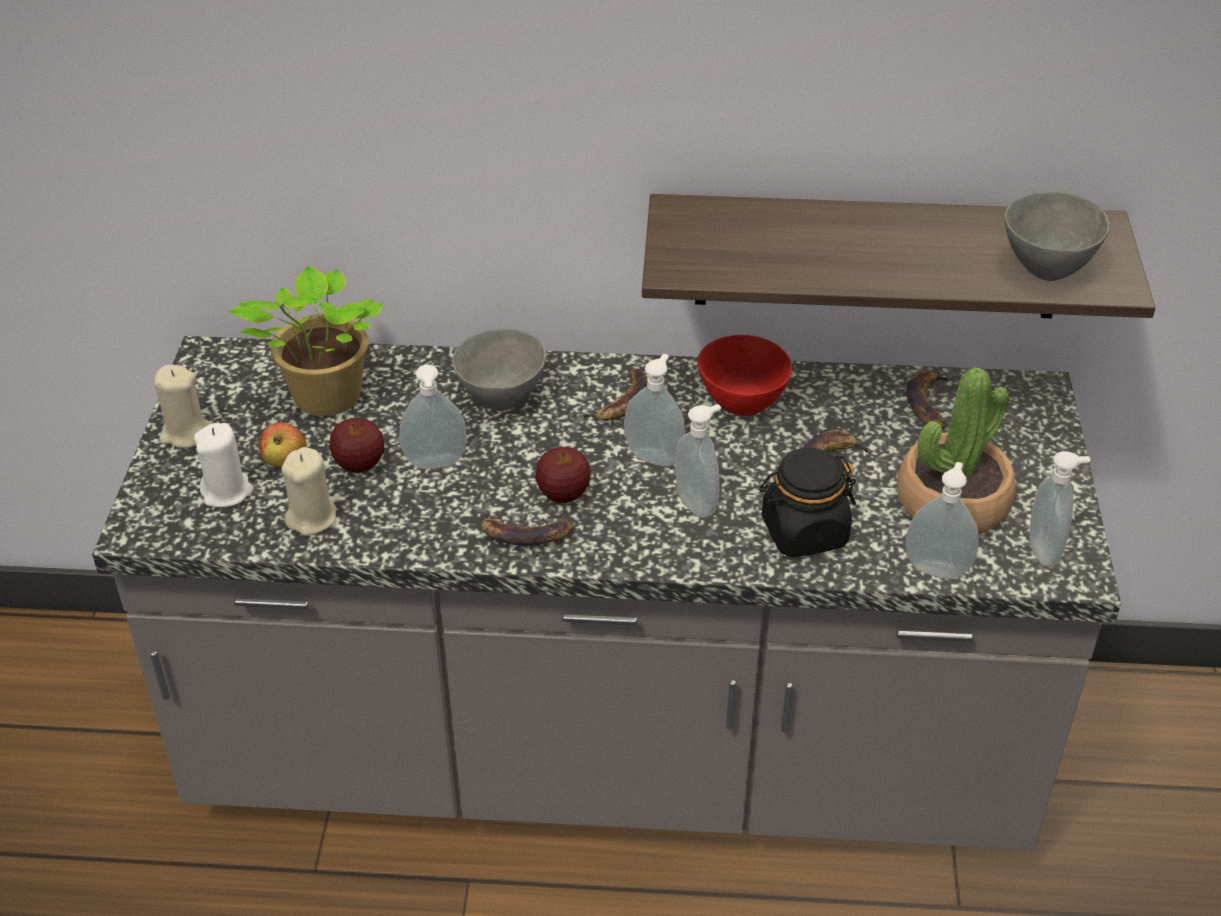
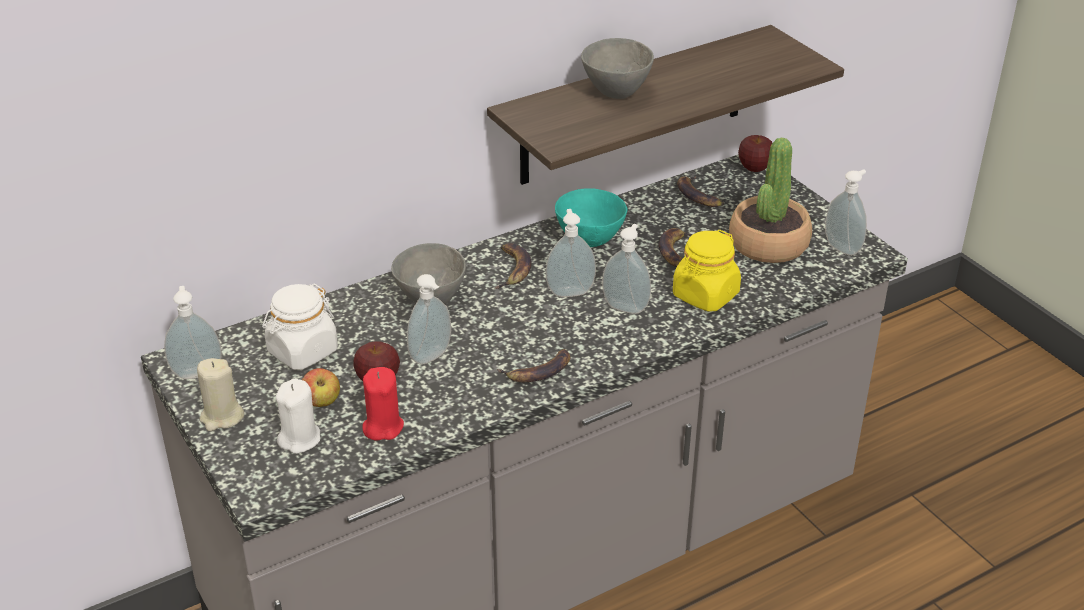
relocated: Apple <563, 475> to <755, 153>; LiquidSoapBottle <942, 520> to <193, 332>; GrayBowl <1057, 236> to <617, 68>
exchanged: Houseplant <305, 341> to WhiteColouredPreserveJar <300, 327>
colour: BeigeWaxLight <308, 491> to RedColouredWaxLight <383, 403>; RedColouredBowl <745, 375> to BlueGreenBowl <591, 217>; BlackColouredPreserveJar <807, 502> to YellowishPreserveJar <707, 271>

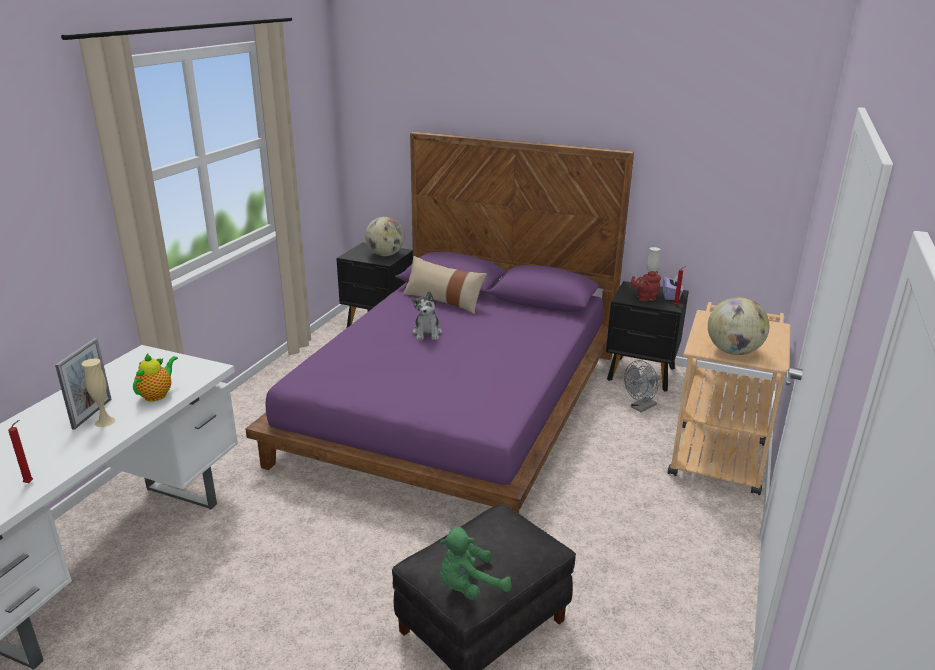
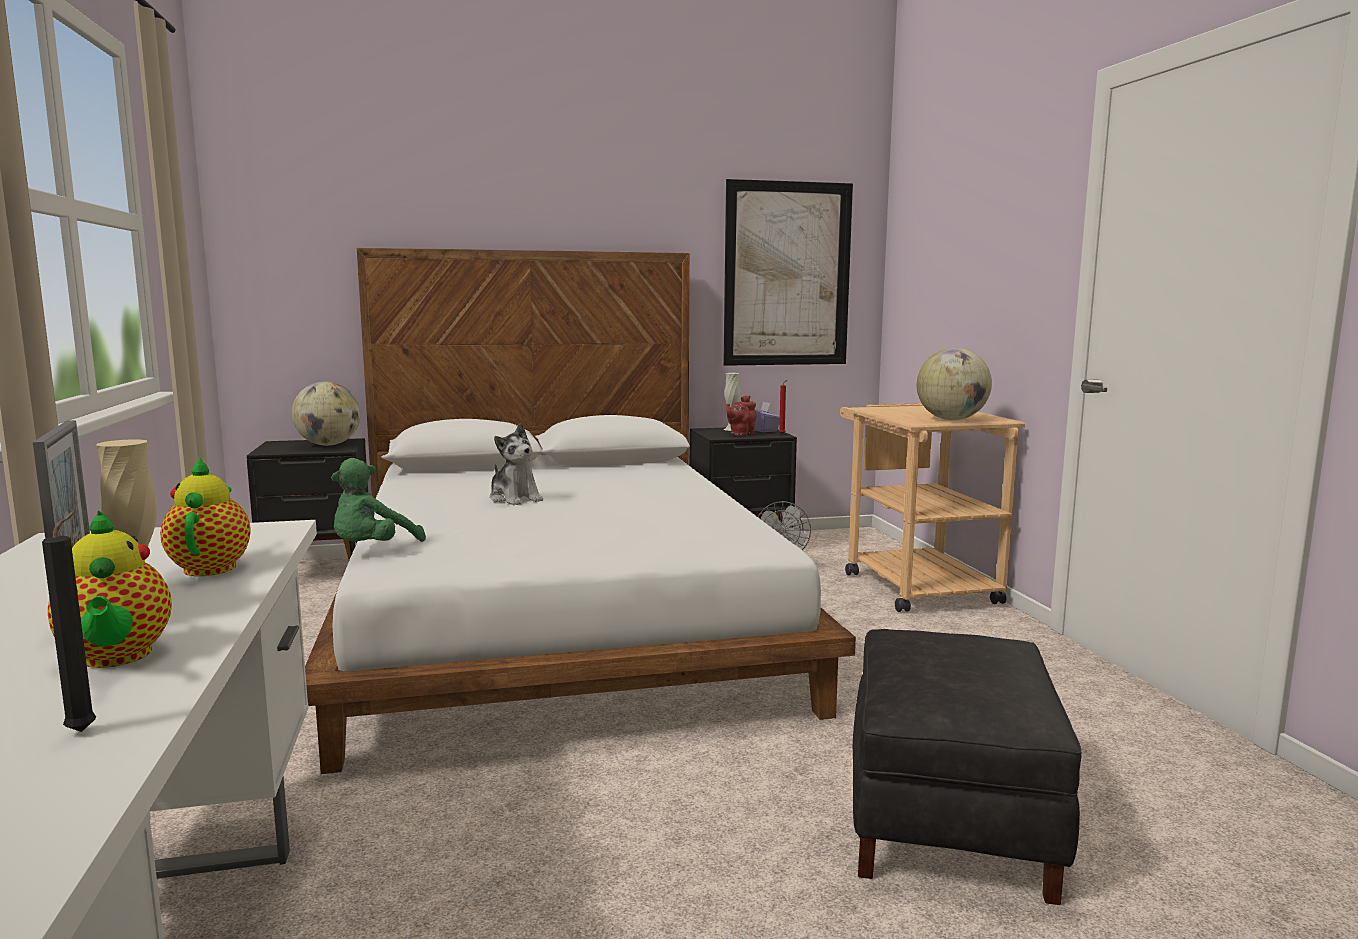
missing: BeigeThrowPillow <445, 285>
appeared: Teapot <110, 589>; WallArt <788, 272>
relocated: GreenColouredCuddlyToy <476, 563> to <378, 500>
colour: RedColouredWaxLight <20, 451> to BlackColouredWaxLight <69, 621>; PurpleColouredBedroomBed <439, 322> to WhiteColouredBedroomBed <580, 511>

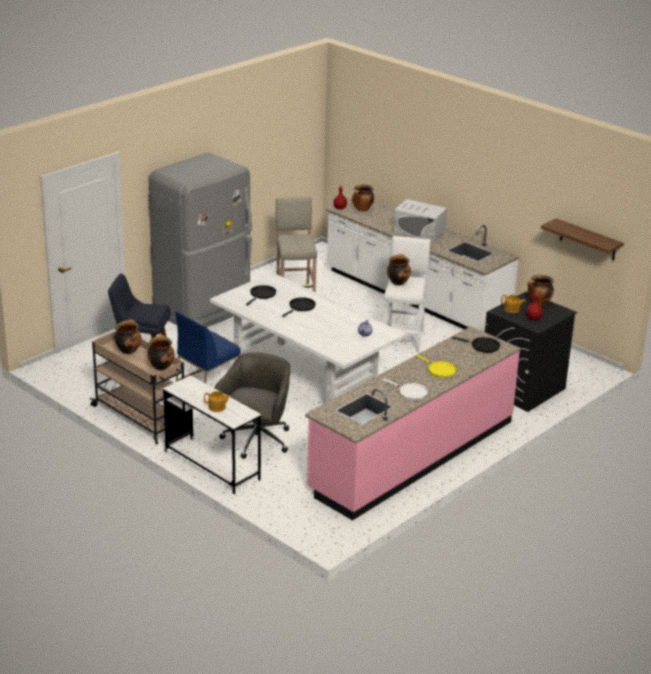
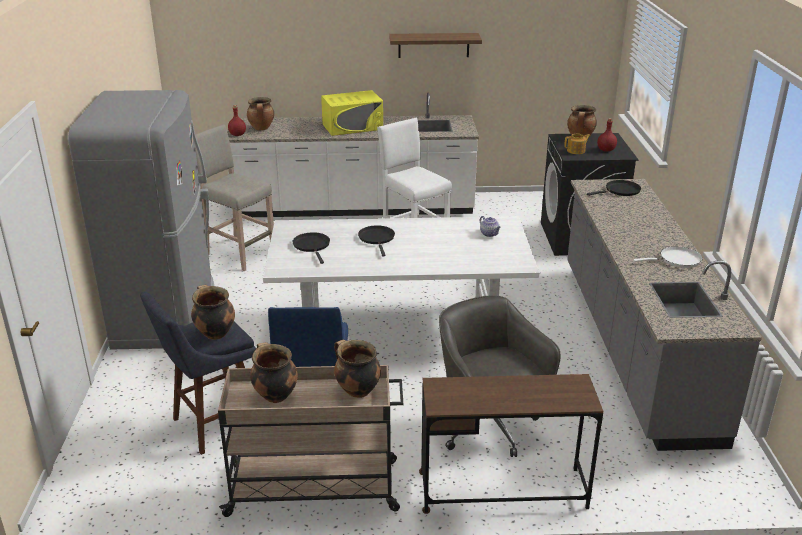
missing: Teapot <217, 401>; YellowishSkillet <436, 366>
relocated: CookingPot <399, 270> to <213, 312>; BracketShelf <582, 239> to <435, 45>
colour: WhiteColouredDeskTable <212, 434> to BrownishDeskTable <511, 444>; PinkishKitchenCounter <413, 423> to GrayKitchenCounter <664, 315>; WhiteColouredMicrowave <420, 220> to YellowishMicrowave <352, 113>

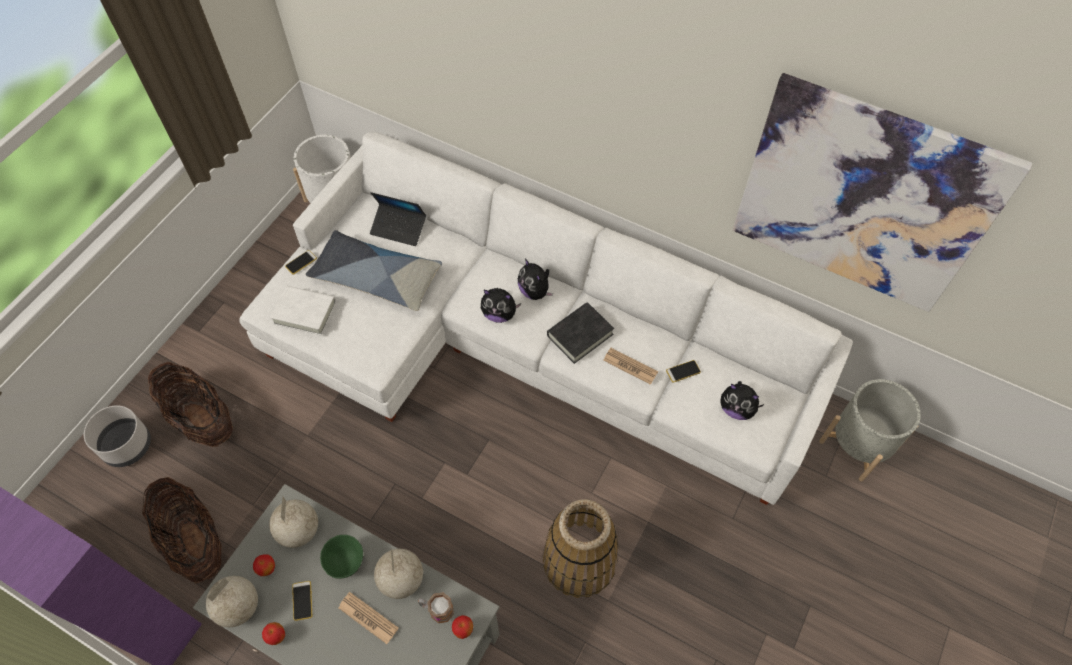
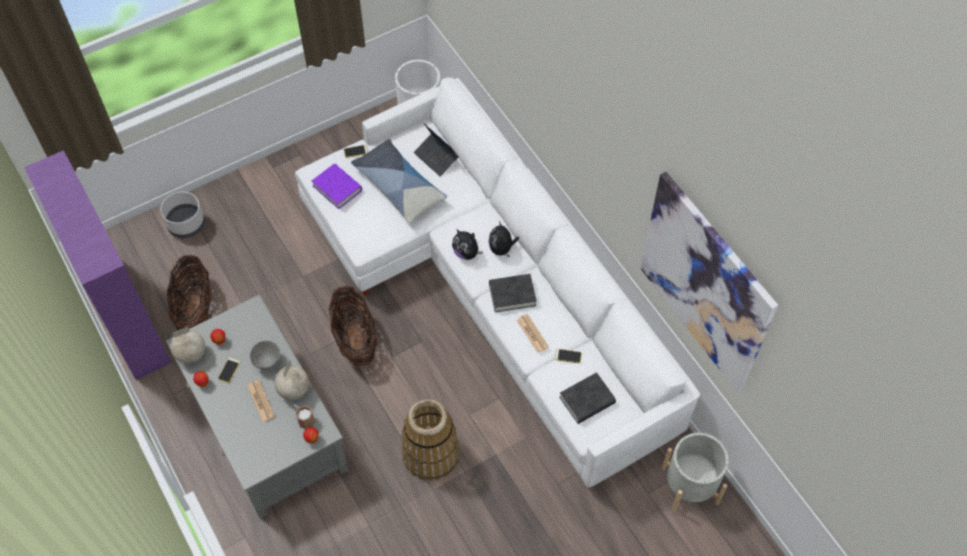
missing: Globe <293, 522>
relocated: StorageBasket <190, 404> to <353, 326>
exchanged: CuddlyToy <742, 400> to BlackColouredBoundBook <587, 398>
colour: WhiteColouredBoundBook <303, 310> to PurpleColouredBoundBook <337, 186>; GreenColouredBowl <341, 557> to GrayBowl <265, 355>

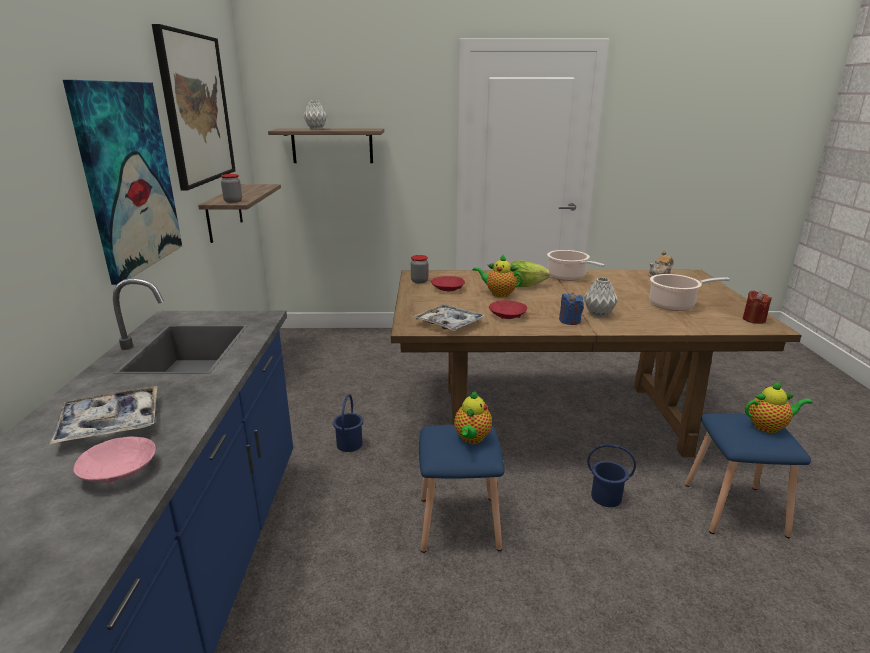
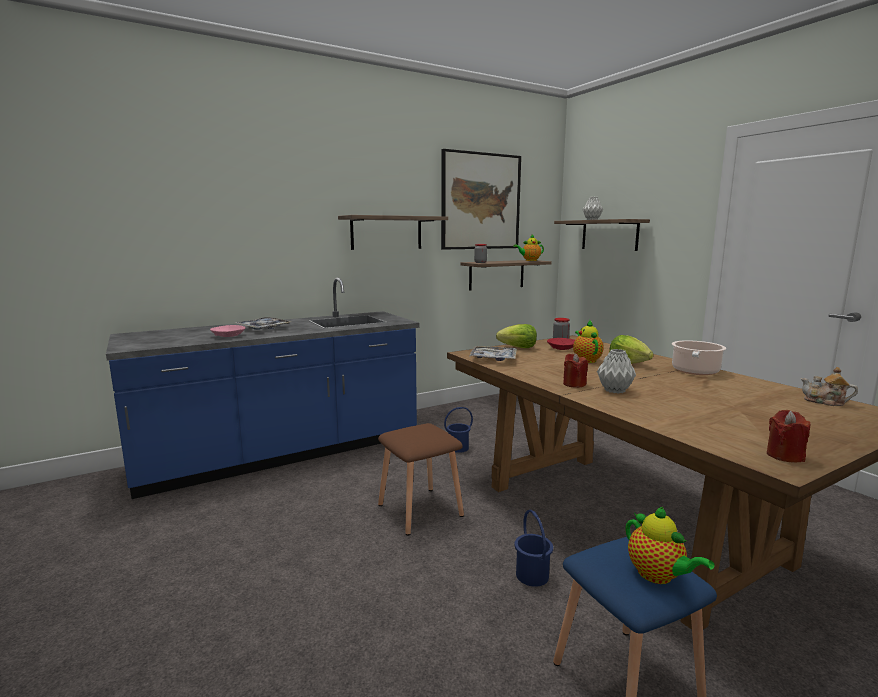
missing: RedColouredBowl <508, 309>; CookingPot <689, 292>
appeared: Lettuce <516, 336>
relocated: Teapot <473, 417> to <529, 247>
exchanged: WallArt <122, 182> to BracketShelf <393, 232>
colour: BlueColouredStoolSeat <462, 489> to BrownishStoolSeat <421, 479>; BlueColouredWaxLight <571, 308> to RedColouredWaxLight <575, 370>

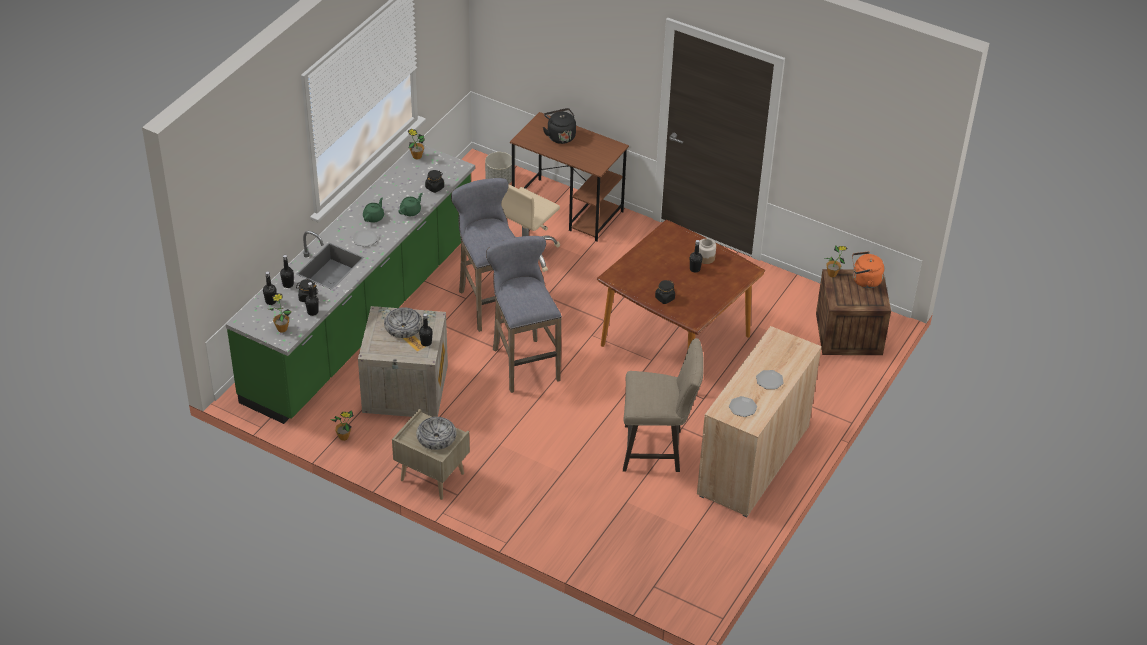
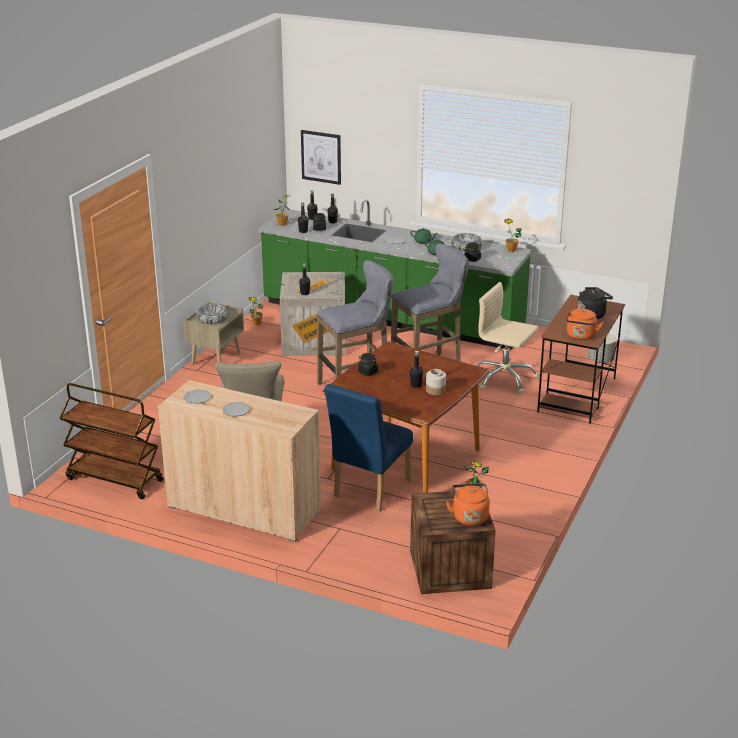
appeared: BrownishWheeledCart <111, 441>; WallArt <321, 157>; BlueColouredChair <368, 447>; OrangeColouredTeaKettle <585, 324>
relocated: Bowl <403, 322> to <467, 242>

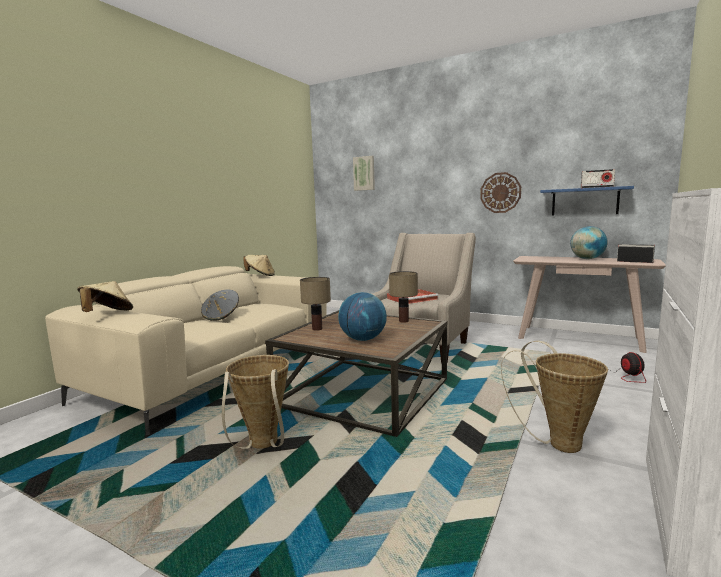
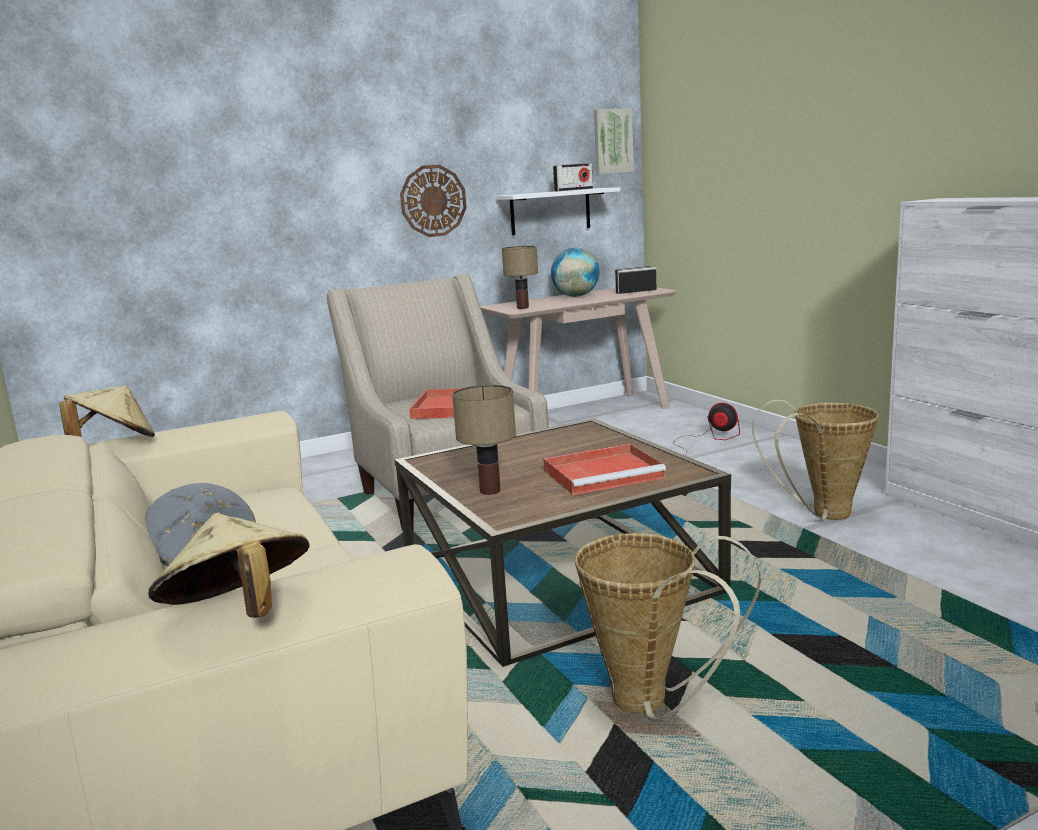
relocated: WallArt <364, 173> to <614, 141>; TabletopLamp <403, 297> to <520, 277>
exchanged: Globe <362, 316> to RedColouredCarryingTray <604, 469>
colour: BlueColouredBracketShelf <587, 200> to WhiteColouredBracketShelf <558, 211>

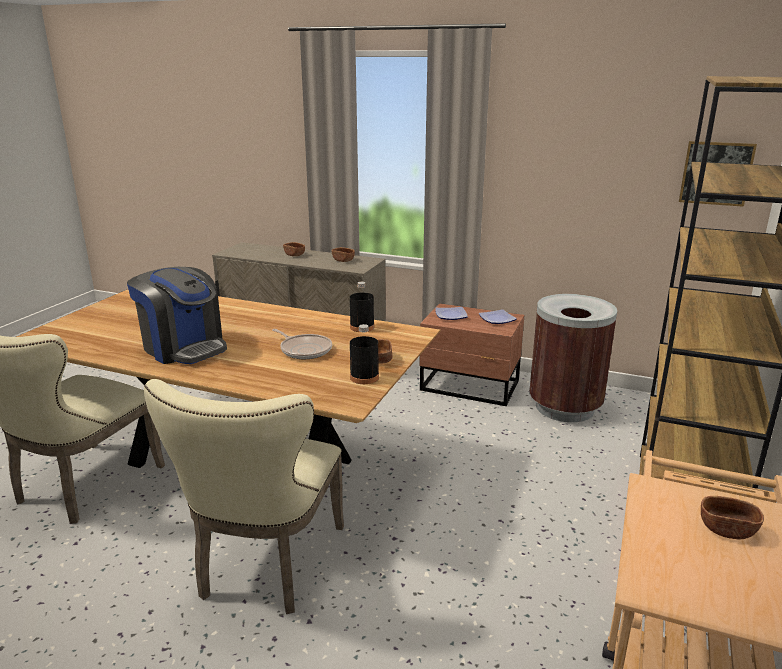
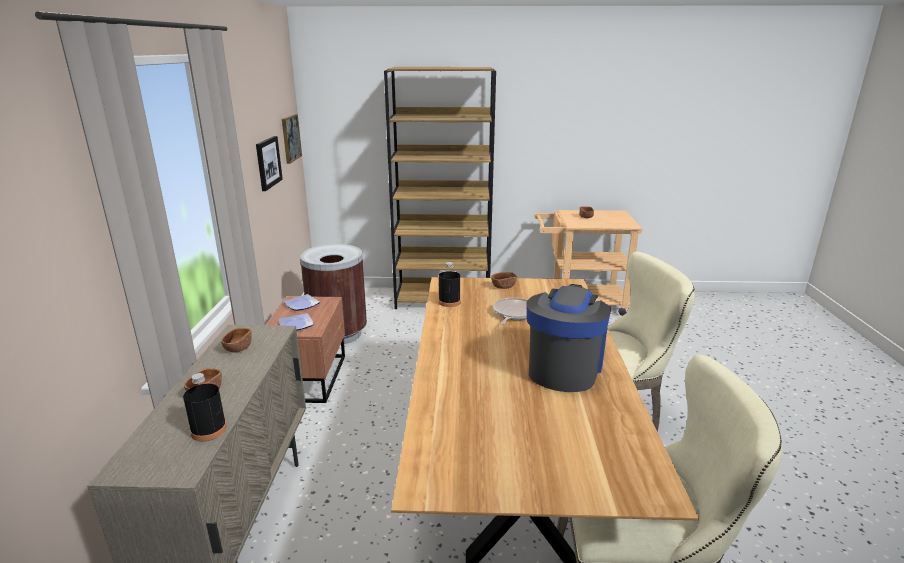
appeared: WallArt <269, 163>
relocated: BlackColouredBeverageBottle <364, 354> to <205, 407>

